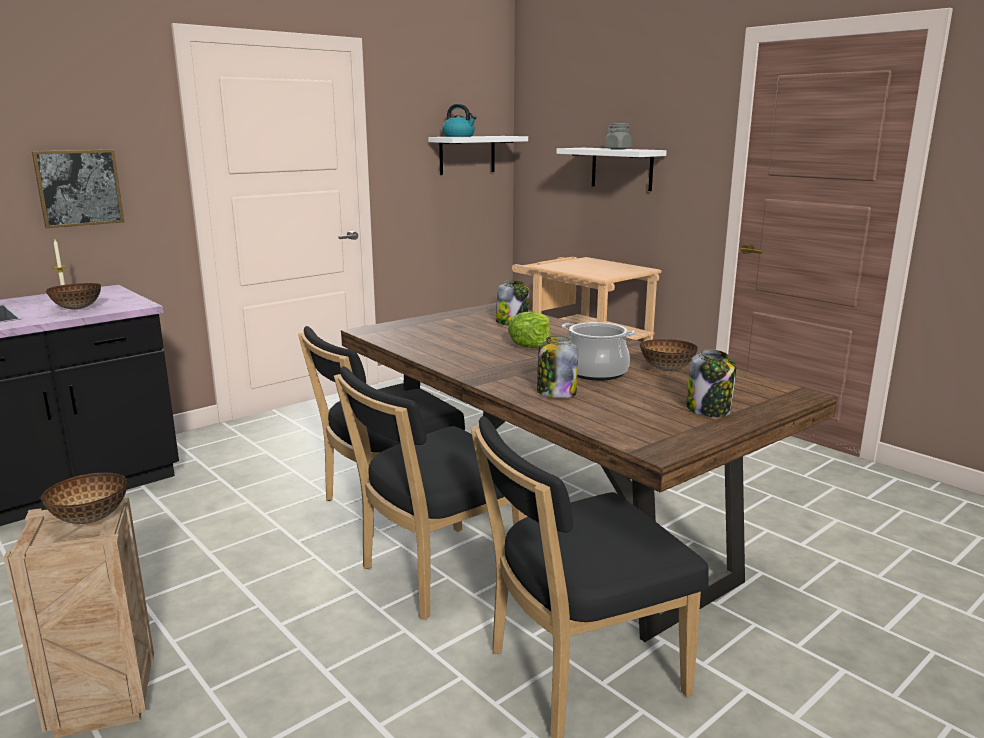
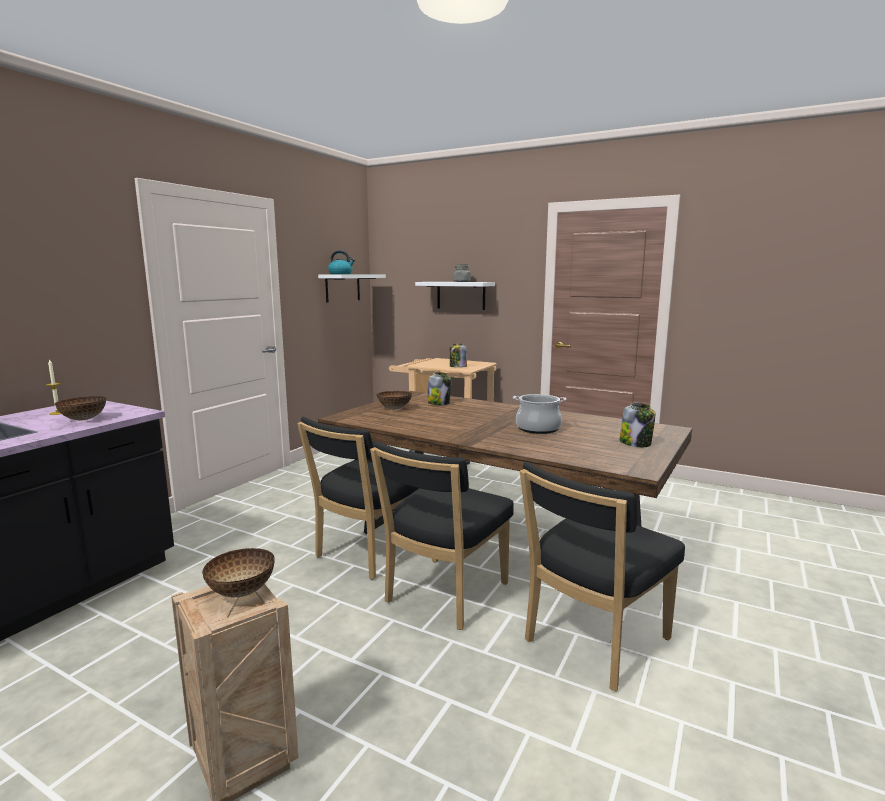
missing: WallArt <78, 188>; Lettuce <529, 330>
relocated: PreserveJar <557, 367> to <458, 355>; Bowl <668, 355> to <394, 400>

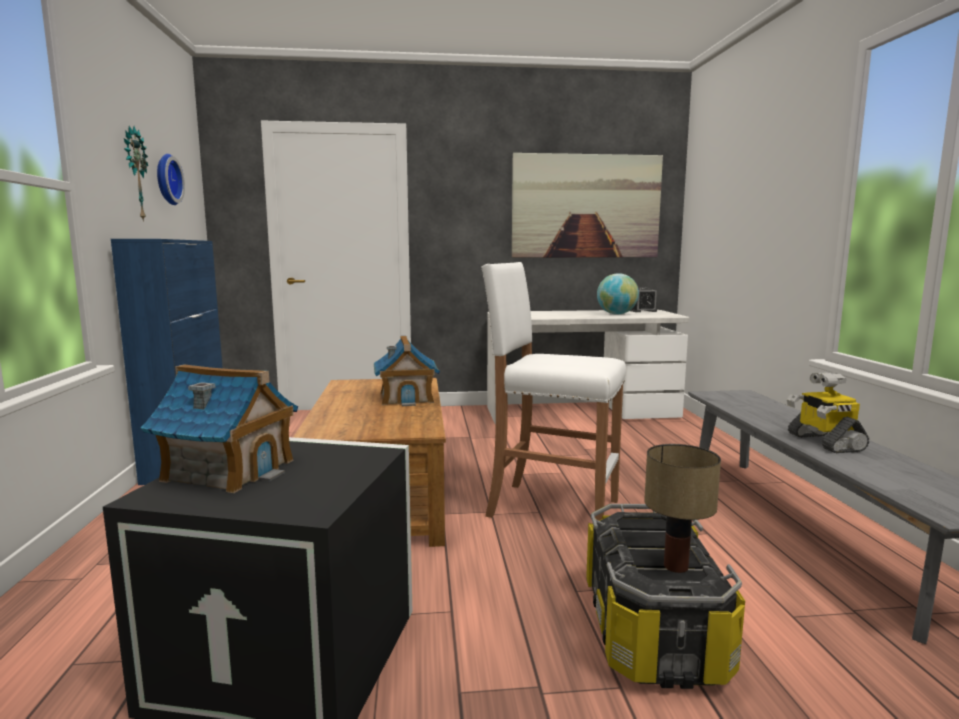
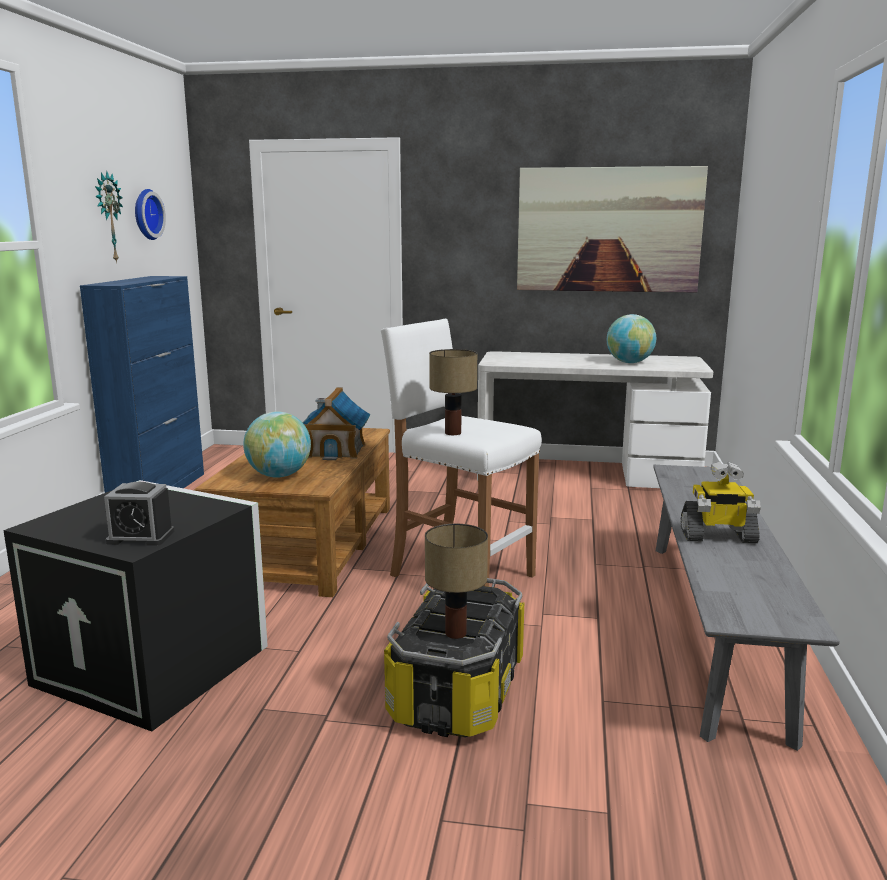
missing: ModelHouse <219, 428>
appeared: Globe <277, 444>; TabletopLamp <453, 392>
relocated: AlarmClock <643, 299> to <139, 514>
spun: RobotFigure <828, 412> = <721, 502> 90 degrees counterclockwise

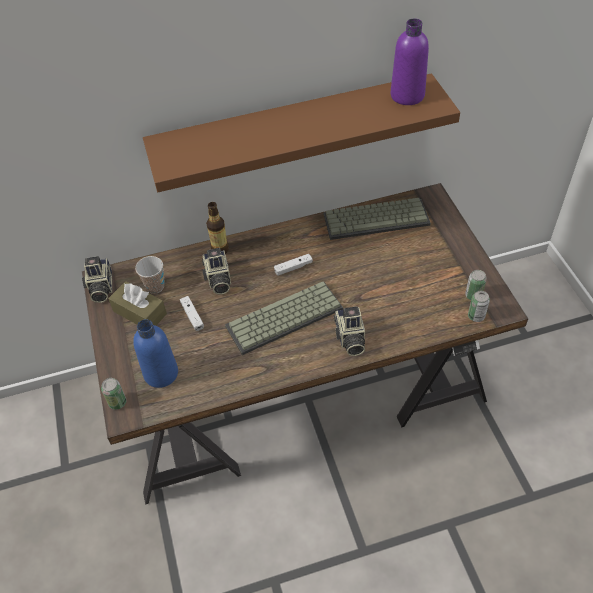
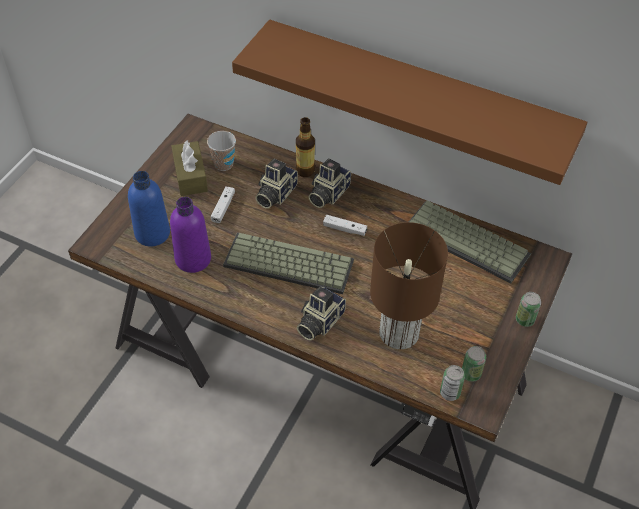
appeared: BrownishTabletopLamp <409, 285>
relocated: PhotoCamera <97, 279> to <329, 183>; MetalCan <113, 394> to <528, 309>; PurpleColouredBeverageBottle <410, 61> to <190, 235>

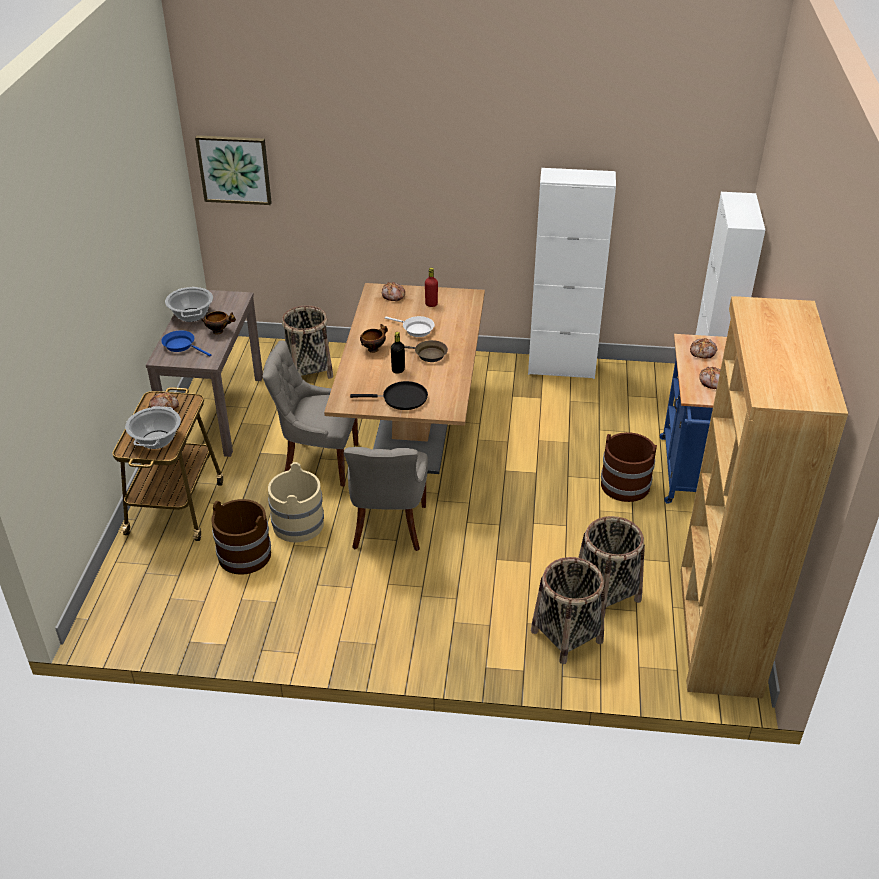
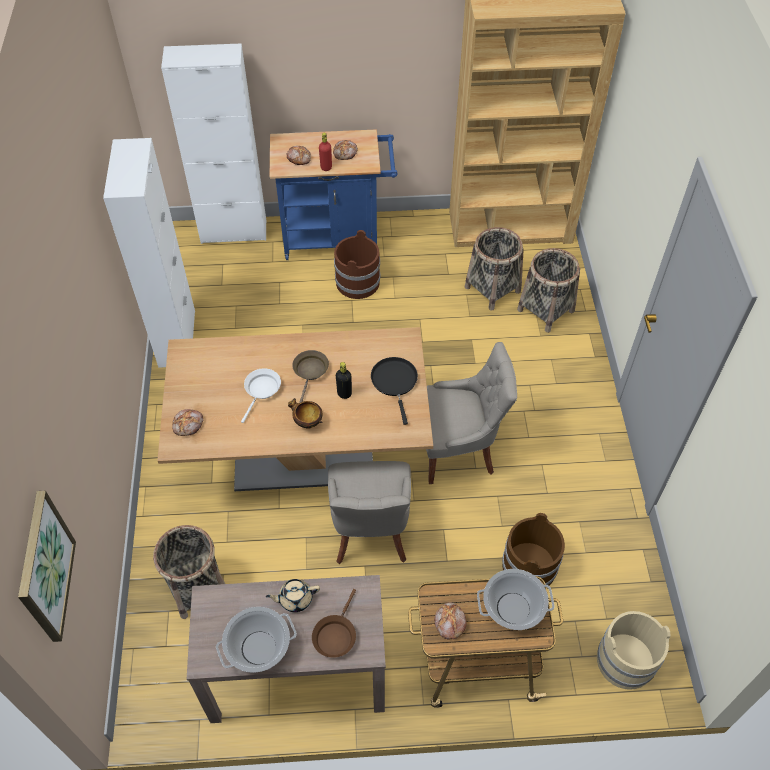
relocated: BeigeWaterBucket <296, 502> to <633, 650>; RedColouredBeverageBottle <431, 287> to <325, 152>
exchanged: Bowl <218, 323> to BeigeTeapot <293, 595>
colour: BlueColouredSkillet <186, 343> to BrownishSkillet <334, 623>

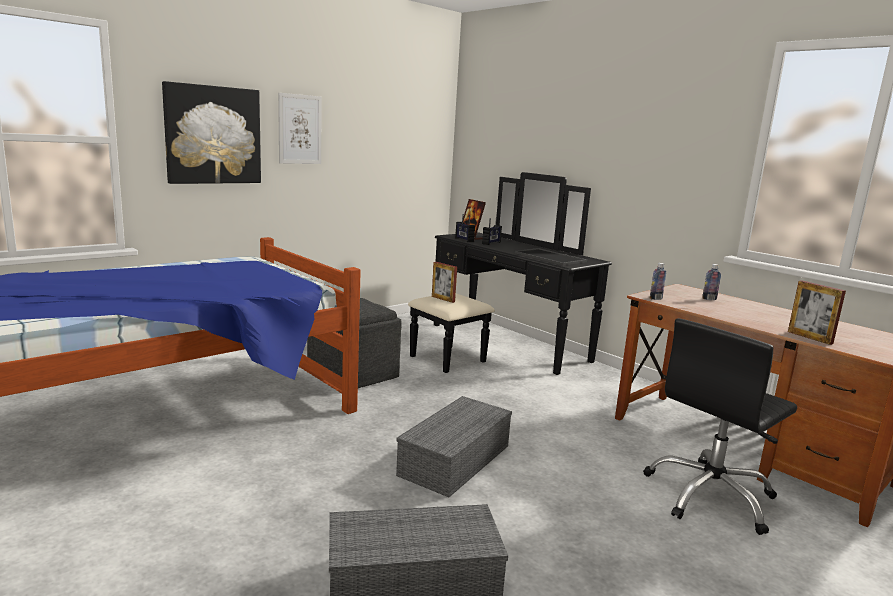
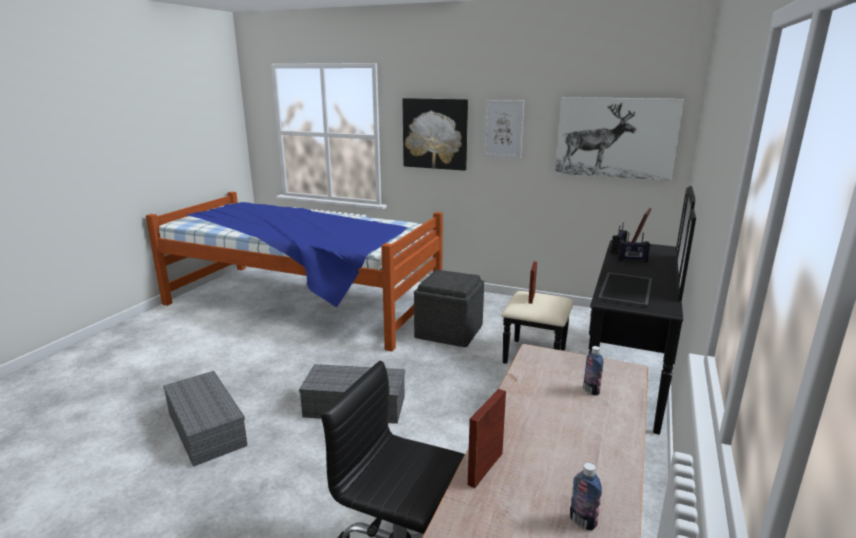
appeared: WallArt <619, 139>
relocated: BeverageBottle <658, 281> to <586, 497>

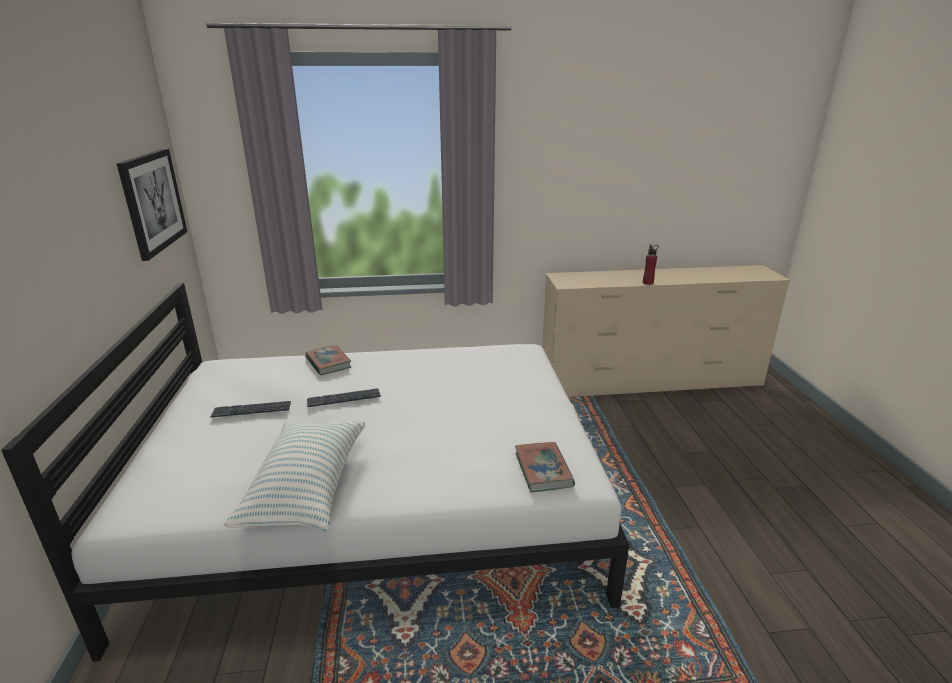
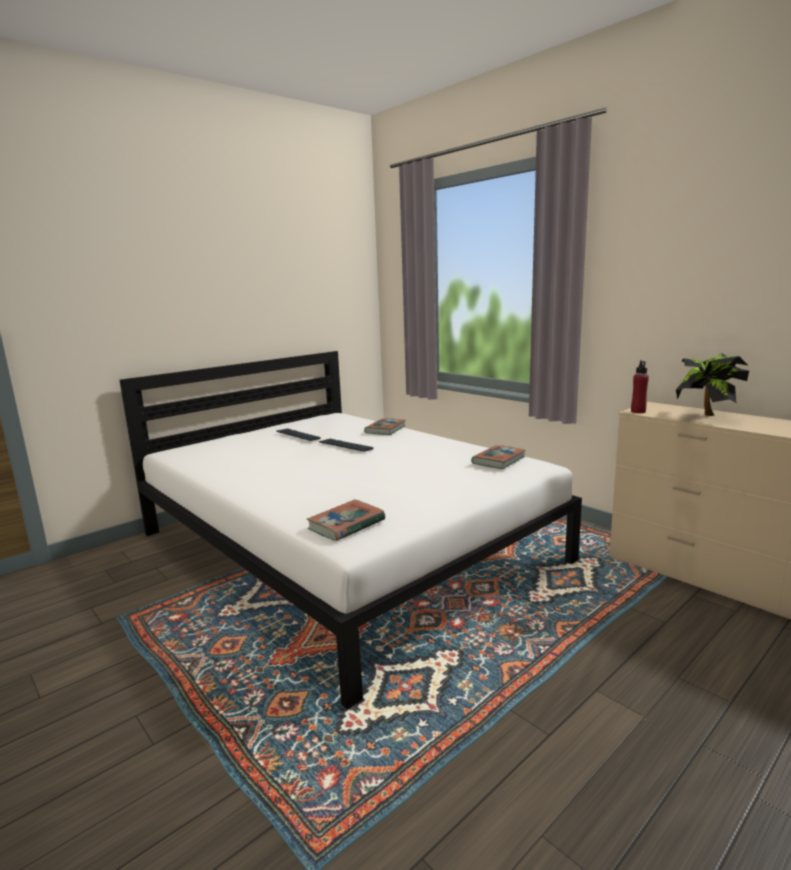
missing: WallArt <152, 205>; ThrowPillow <294, 475>
appeared: BoundBook <498, 457>; Houseplant <712, 384>
relocated: RedColouredBeverageBottle <651, 264> to <640, 386>

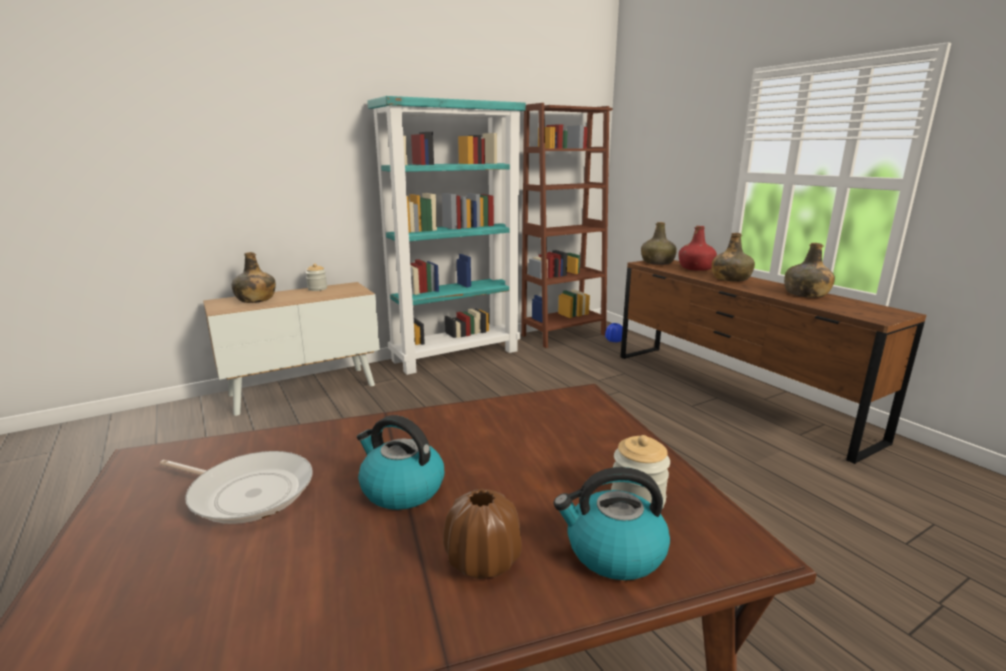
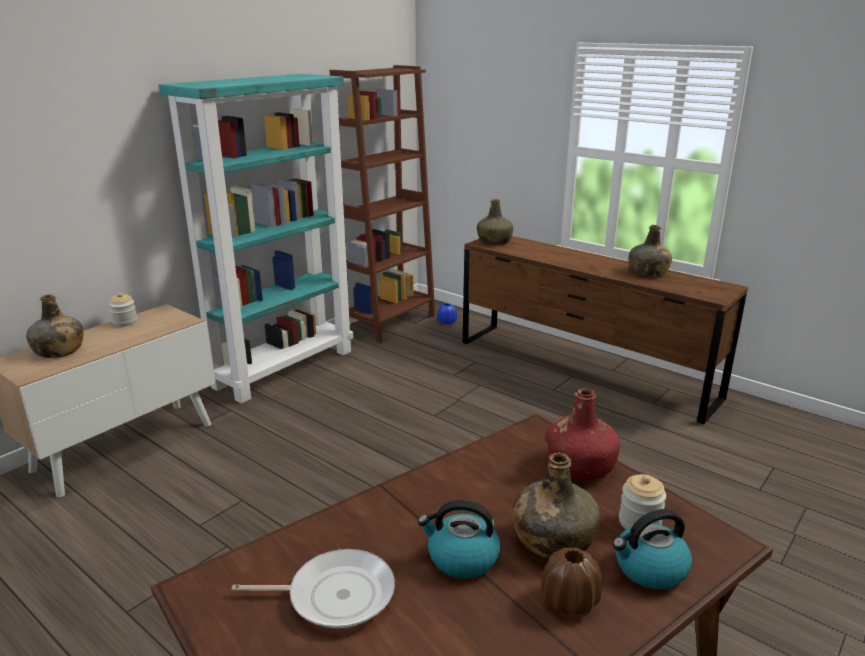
relocated: RedColouredBeverageBottle <697, 248> to <582, 434>; GreenColouredBeverageBottle <733, 257> to <556, 505>

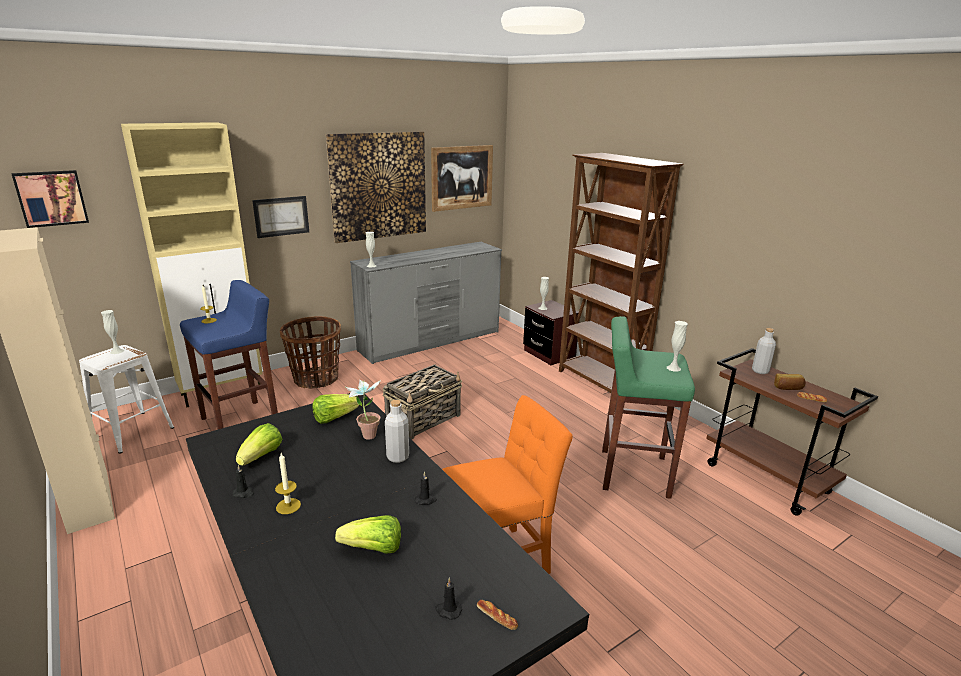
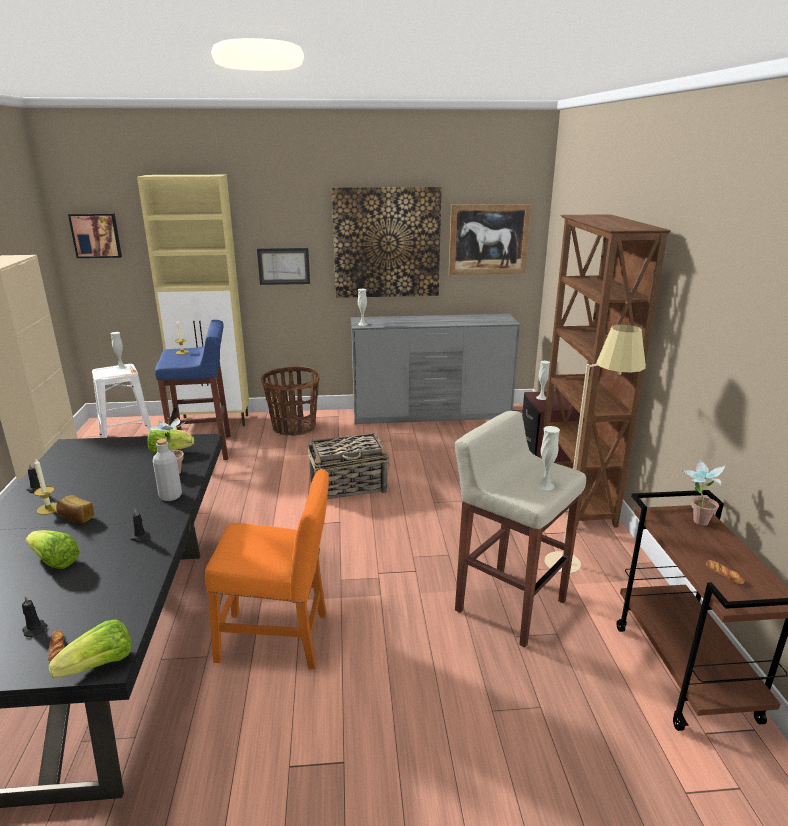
appeared: BeigeFloorLamp <595, 449>
relocated: Lettuce <259, 444> to <90, 649>; BakeryBread <790, 381> to <75, 509>
exchanged: GrayBeverageBottle <764, 351> to Houseplant <703, 492>
colour: GreenColouredStoolSeat <648, 407> to BeigeStoolSeat <520, 529>

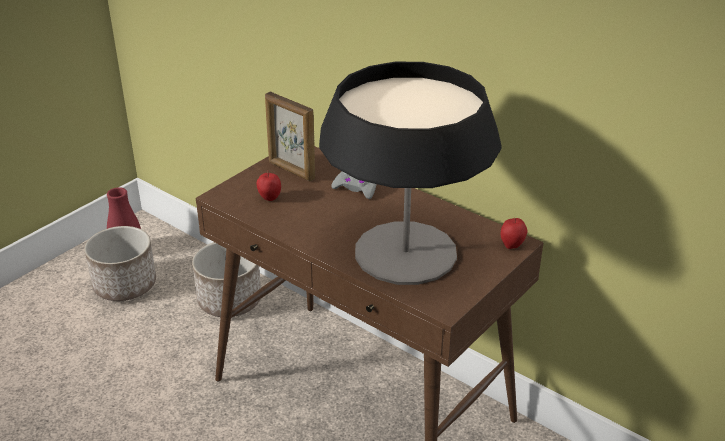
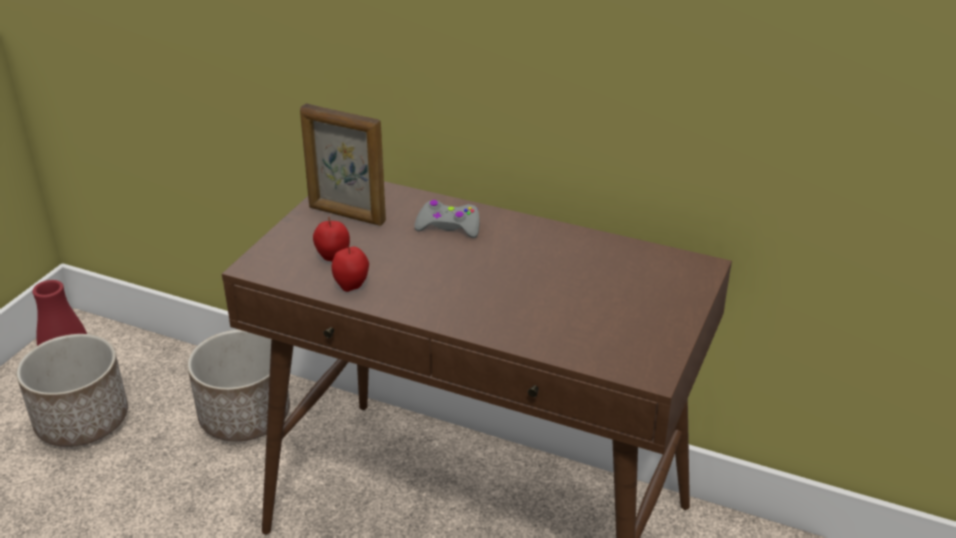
missing: TabletopLamp <410, 173>
relocated: Apple <514, 233> to <350, 269>

